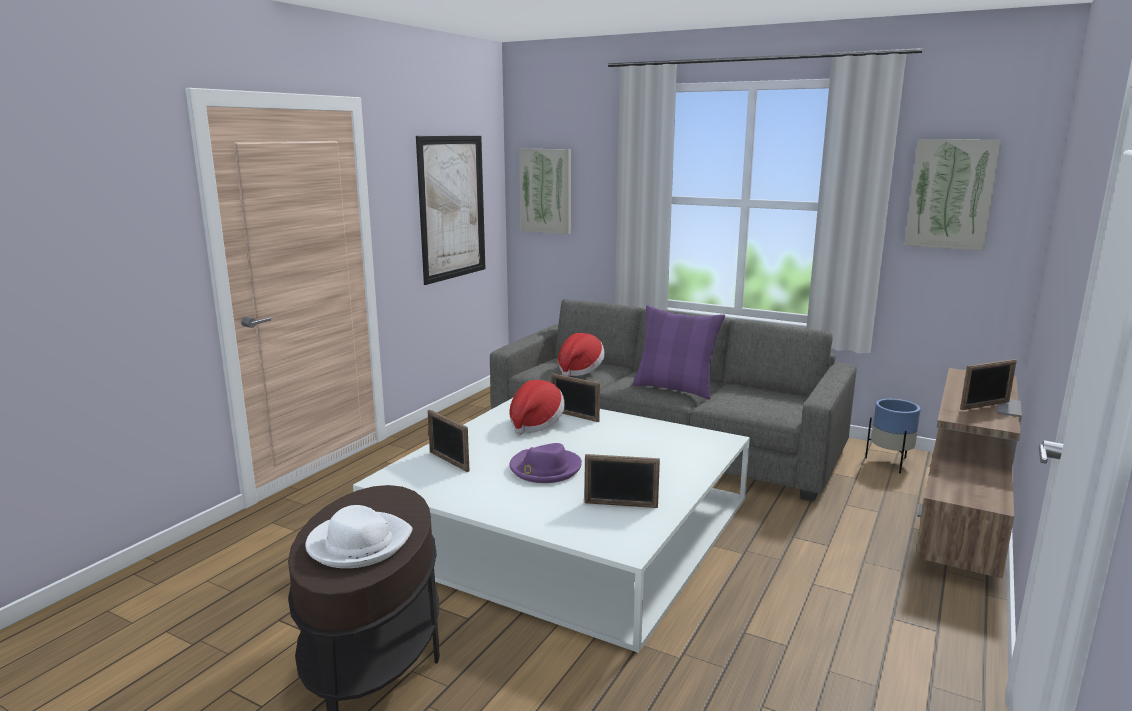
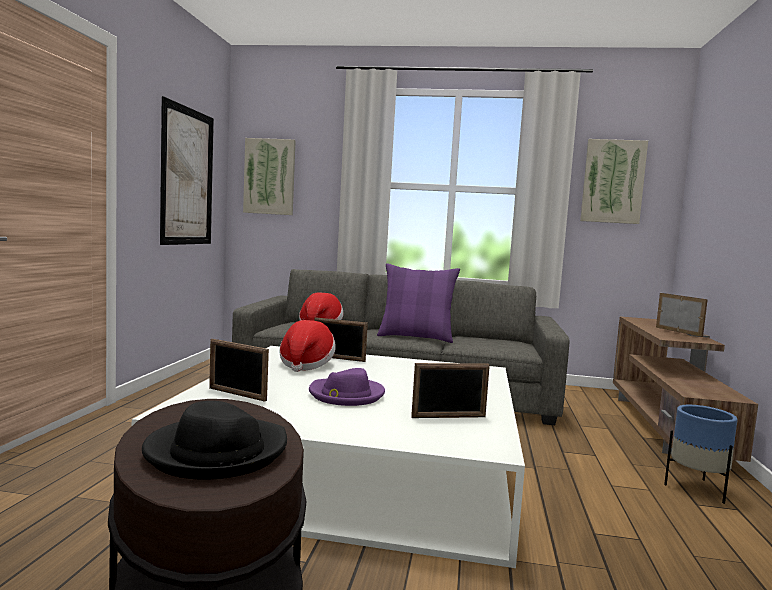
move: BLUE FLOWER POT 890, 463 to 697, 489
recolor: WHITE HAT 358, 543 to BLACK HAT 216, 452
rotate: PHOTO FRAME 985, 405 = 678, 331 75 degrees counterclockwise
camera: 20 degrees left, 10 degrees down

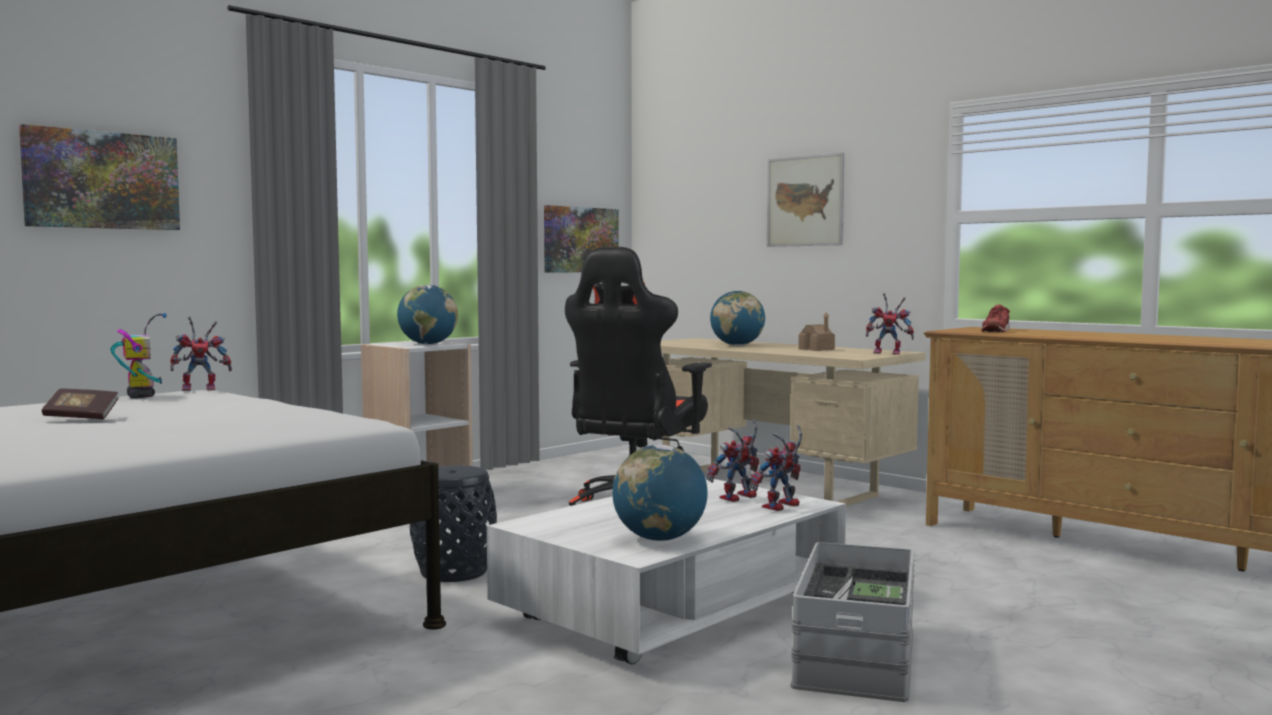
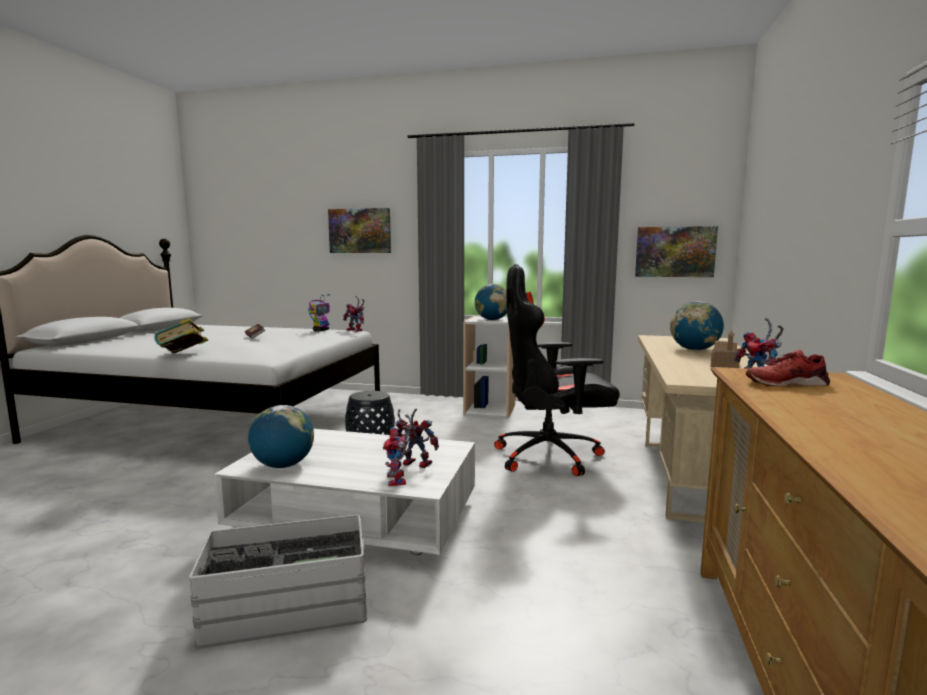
delete: WALL PICTURE 805, 201
insert: BOUND BOOK 183, 355
rotate: TOY ROBOT 780, 507 = 399, 481 120 degrees counterclockwise
camera: 60 degrees right, 5 degrees up

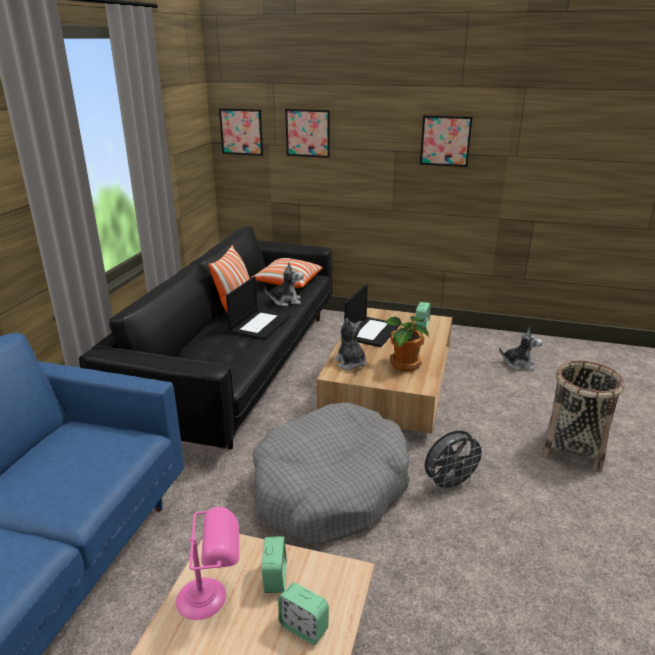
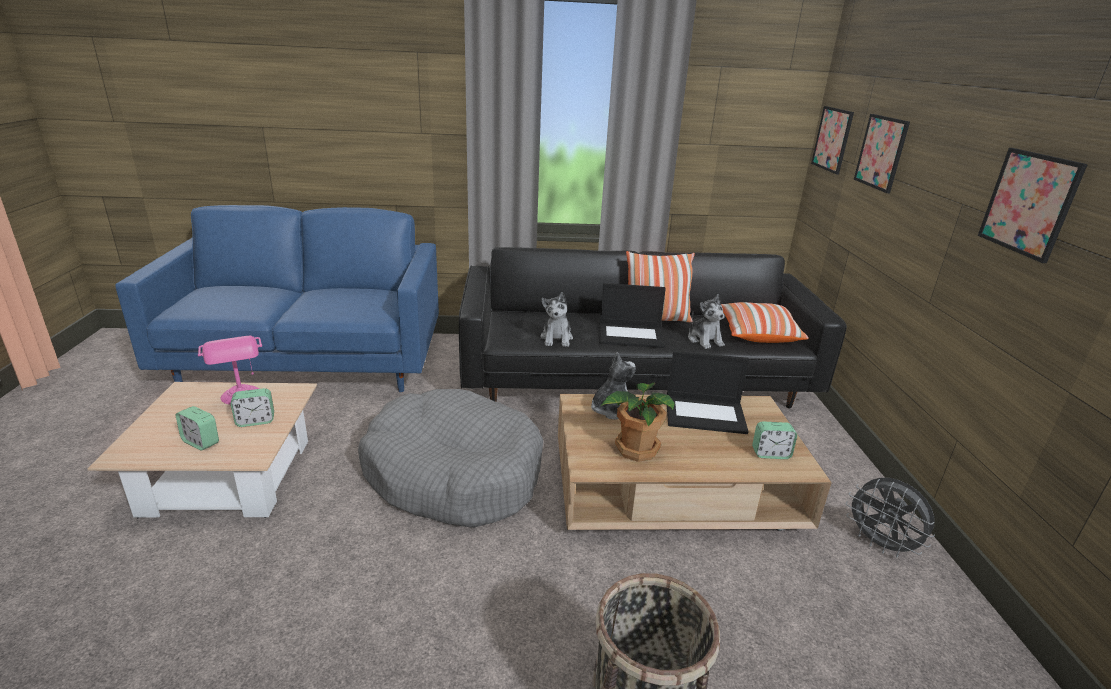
move: SOFT TOY 519, 364 to 556, 338; GREY FAN 450, 485 to 881, 544
rotate: BEDSIDE CLOCK 303, 627 = 201, 442 75 degrees counterclockwise
camera: 70 degrees right, 0 degrees up

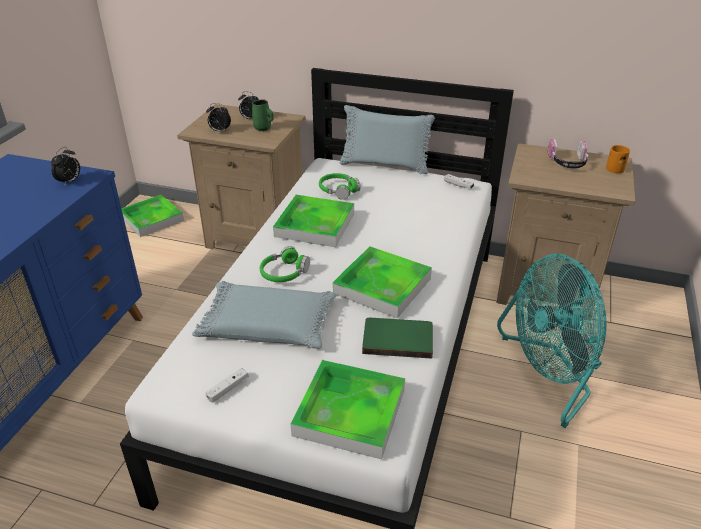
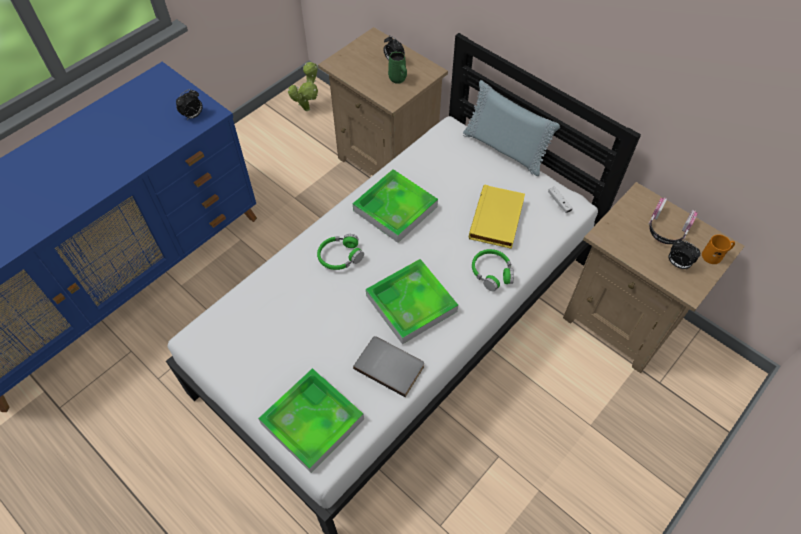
delete: TURQUOISE-COLOURED FAN 552, 371; BLUE THROW PILLOW 267, 322; WHITE JOYPAD 227, 389
insert: YELLOW-COLOURED BOUND BOOK 498, 220
move: BEDSIDE CLOCK 219, 131 to 677, 264; GREEN PAIR OF HEADPHONES 338, 190 to 492, 272
replace: CARRYING TRAY 151, 219 to PLANT IN A POT 308, 107
recolor: GREEN BOUND BOOK 397, 338 to GREY BOUND BOOK 390, 365
camera: 25 degrees right, 20 degrees up

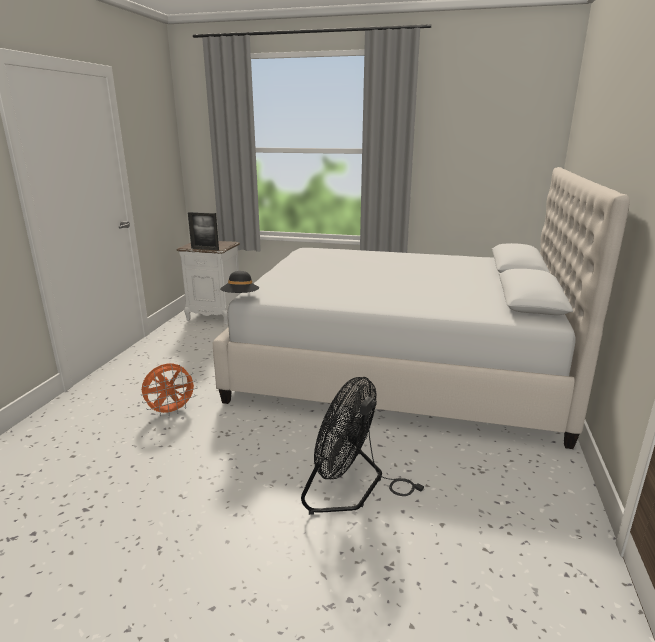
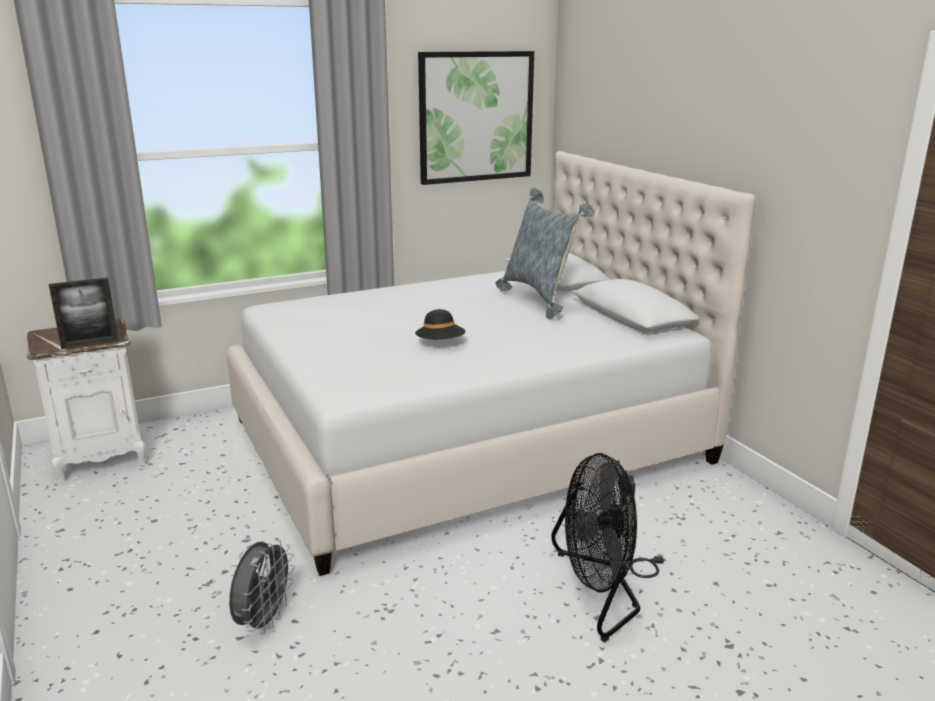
insert: WALL PICTURE 476, 117; THROW PILLOW 541, 303
move: BLACK HAT 240, 297 to 440, 344
recolor: ORANGE FAN 171, 411 to GREY FAN 264, 621
camera: 40 degrees left, 0 degrees up

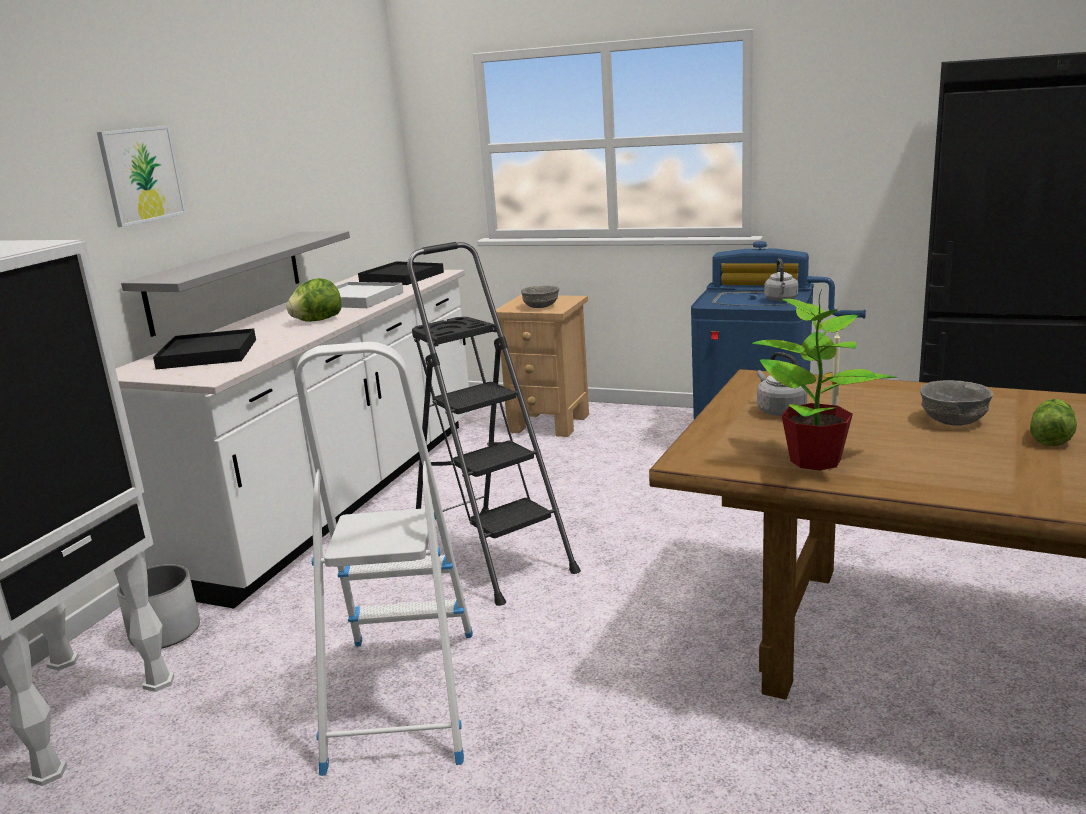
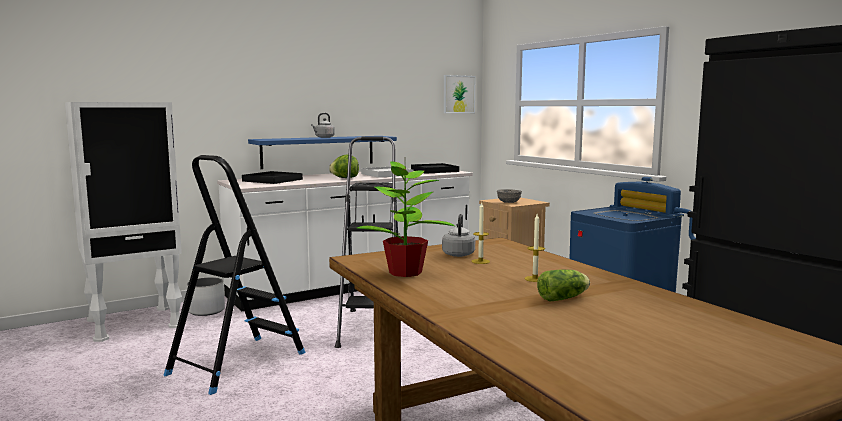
move: WALL PICTURE 141, 175 to 458, 94; GREY WATER KETTLE 781, 300 to 324, 137
replace: GREY SERVING BOWL 954, 420 to WAX CANDLE 535, 279
recolor: GREY SHELF 227, 280 to BLUE SHELF 318, 151; WHITE STEP LADDER 404, 693 to BLACK STEP LADDER 239, 363
camera: 35 degrees right, 10 degrees down

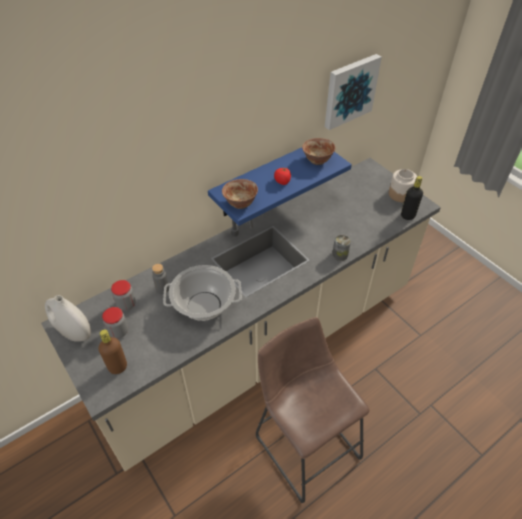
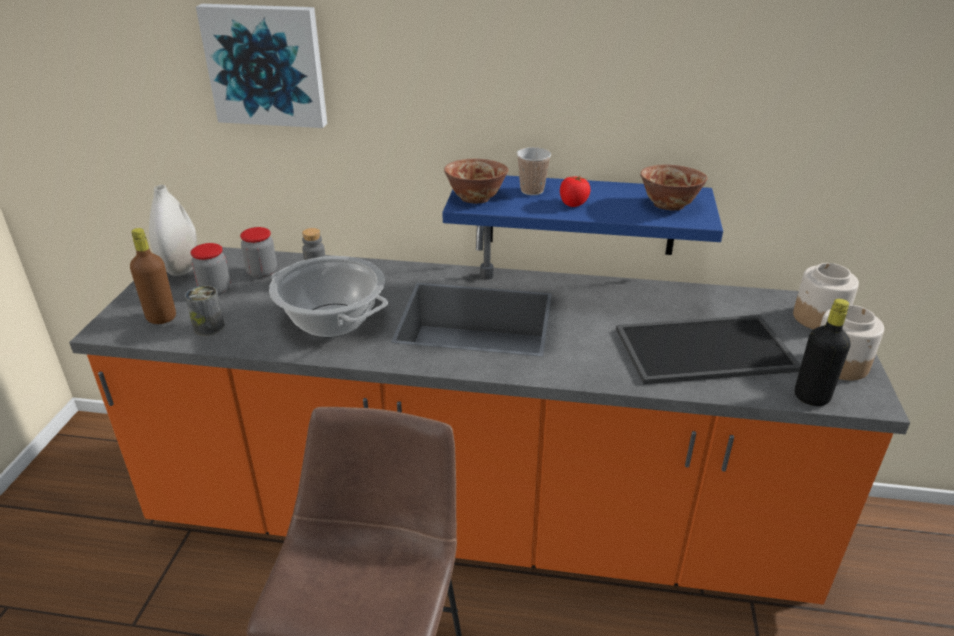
insert: CUP 532, 190; STORAGE JAR 818, 317; CARRYING TRAY 705, 348
move: WALL PICTURE 349, 91 to 266, 65; METAL CAN 340, 255 to 209, 327
recolor: BEIGE KITCHEN COUNTER 261, 345 to ORANGE KITCHEN COUNTER 477, 520
camera: 45 degrees right, 15 degrees down

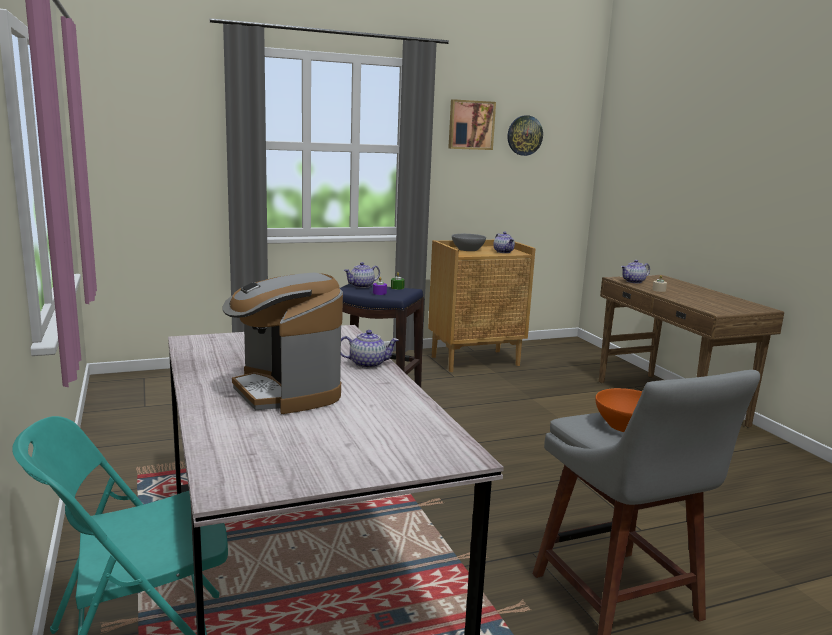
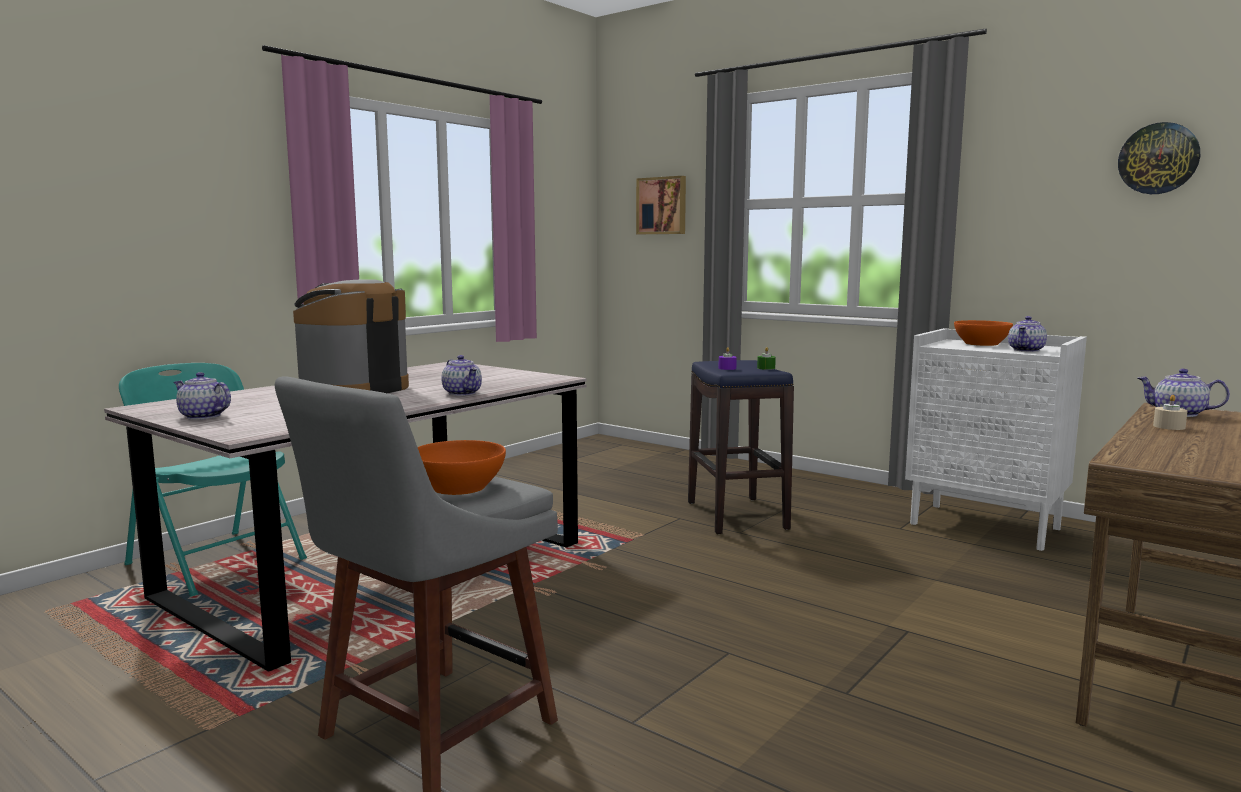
move: WALL PICTURE 471, 125 to 662, 206; POT FOR TEA 361, 286 to 202, 416
recolor: GREY SERVING BOWL 468, 249 to ORANGE SERVING BOWL 981, 344; BROWNISH STORAGE CABINET 476, 361 to WHITE STORAGE CABINET 985, 526
camera: 60 degrees right, 5 degrees down

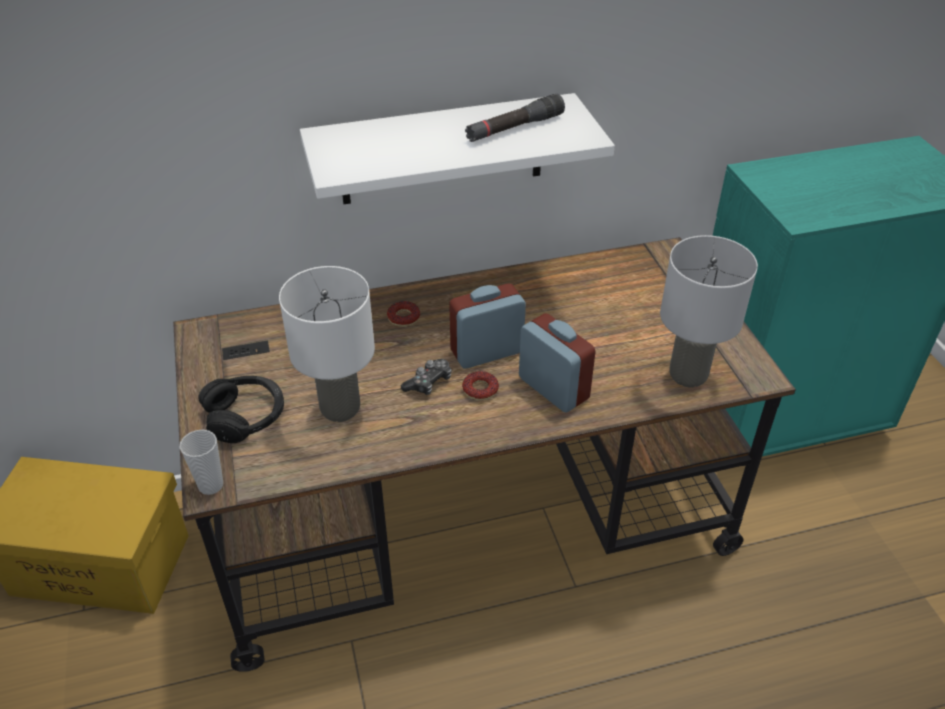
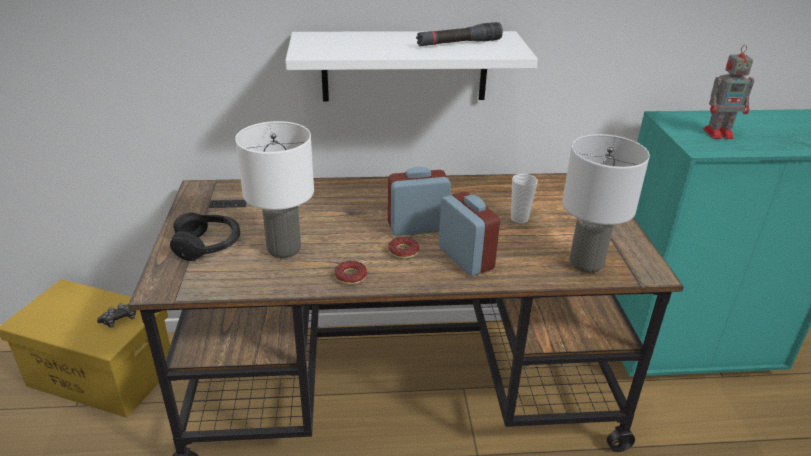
insert: TOY ROBOT 719, 133
move: RING DOUGHNUT 403, 317 to 351, 276; JOYPAD 428, 383 to 120, 319; CUP 211, 485 to 519, 219
camera: 10 degrees right, 10 degrees down

